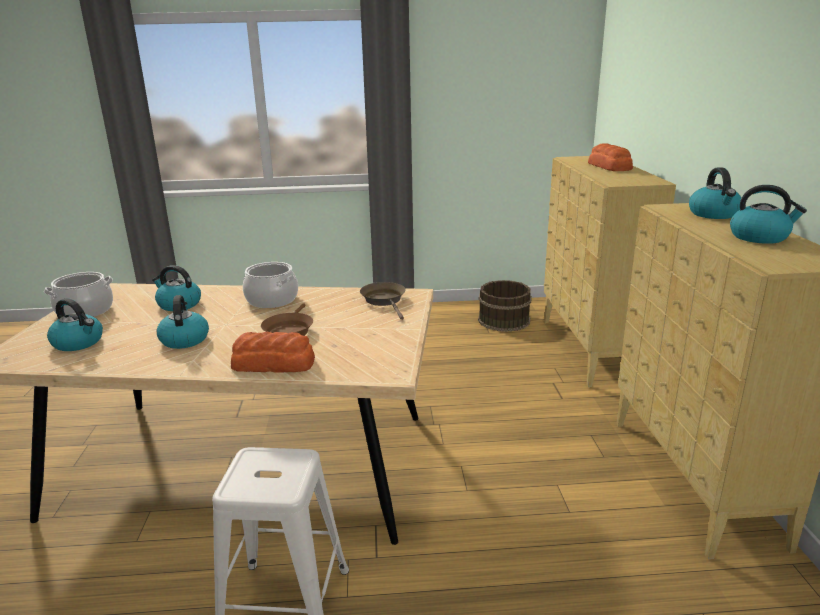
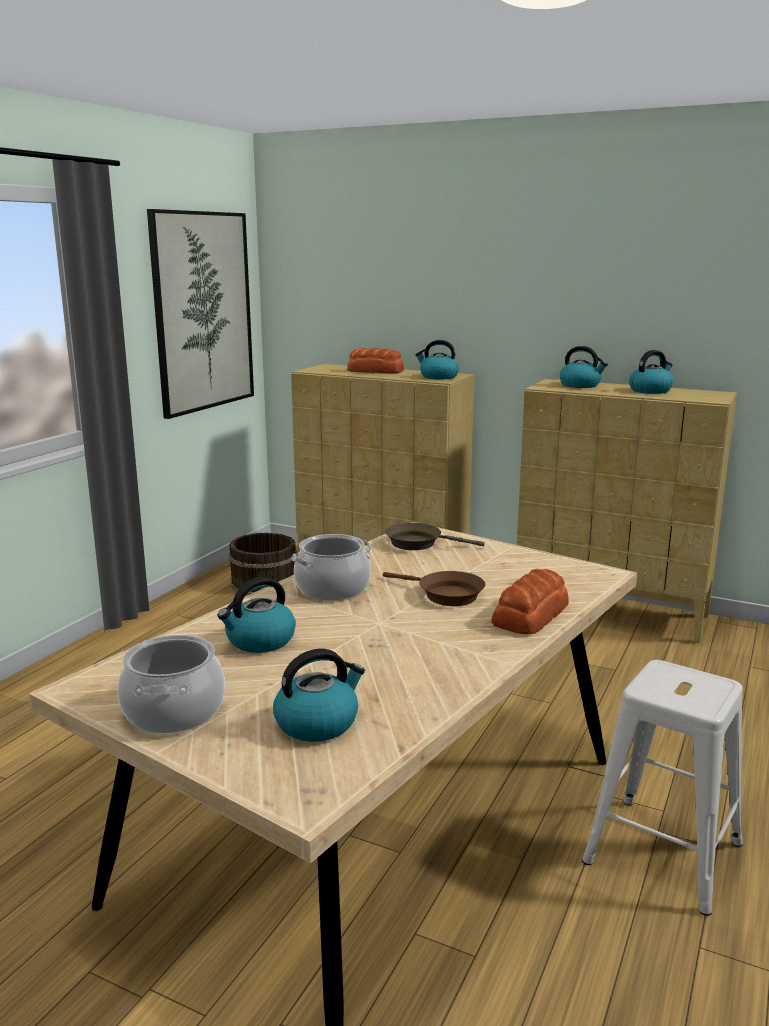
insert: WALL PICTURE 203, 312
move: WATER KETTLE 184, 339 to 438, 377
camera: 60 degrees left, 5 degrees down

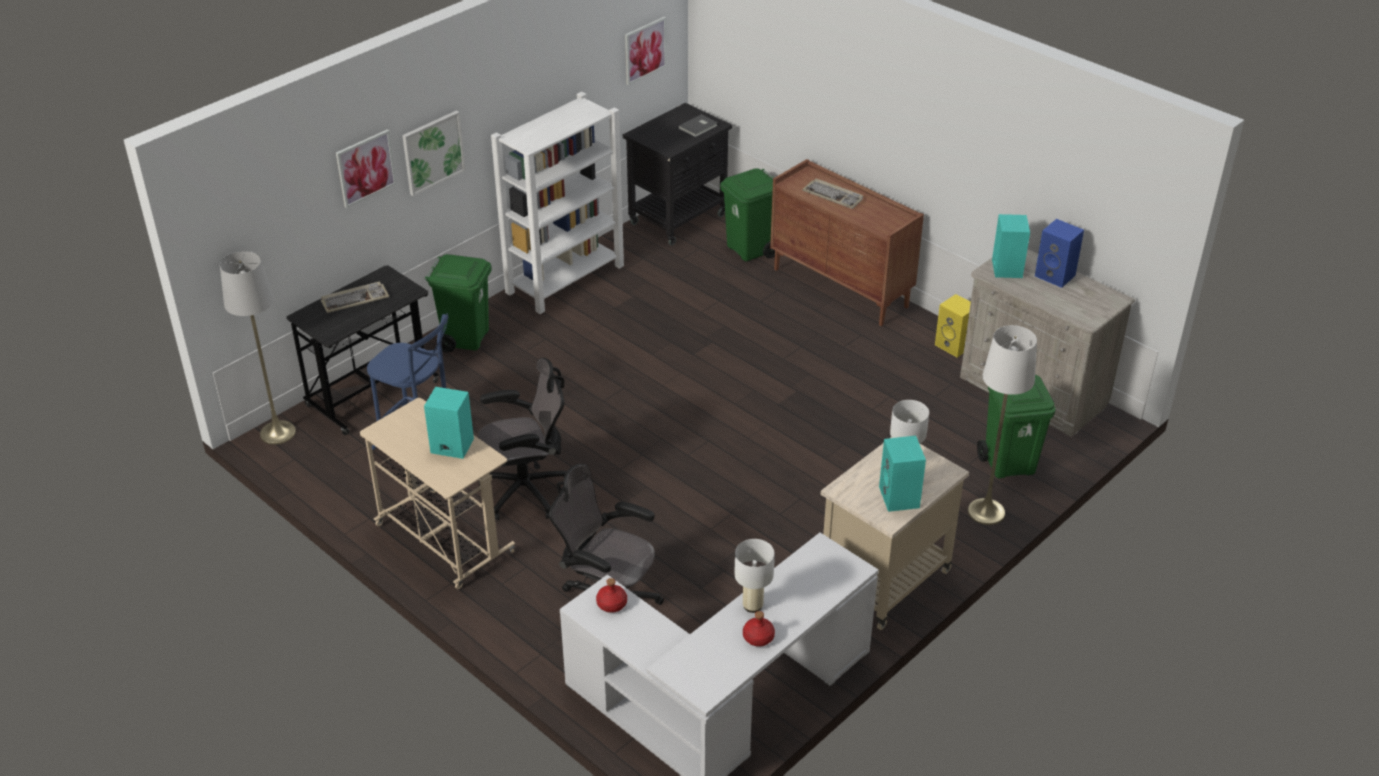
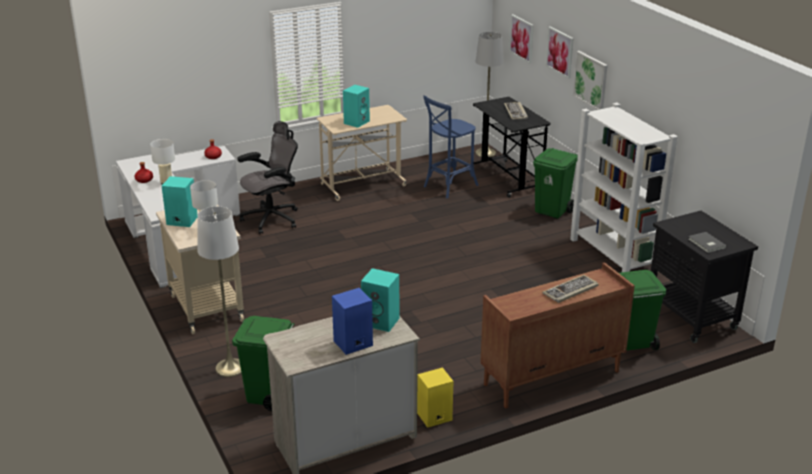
delete: OFFICE CHAIR 526, 491
move: WALL PICTURE 645, 50 to 522, 38
camera: 110 degrees right, 10 degrees down

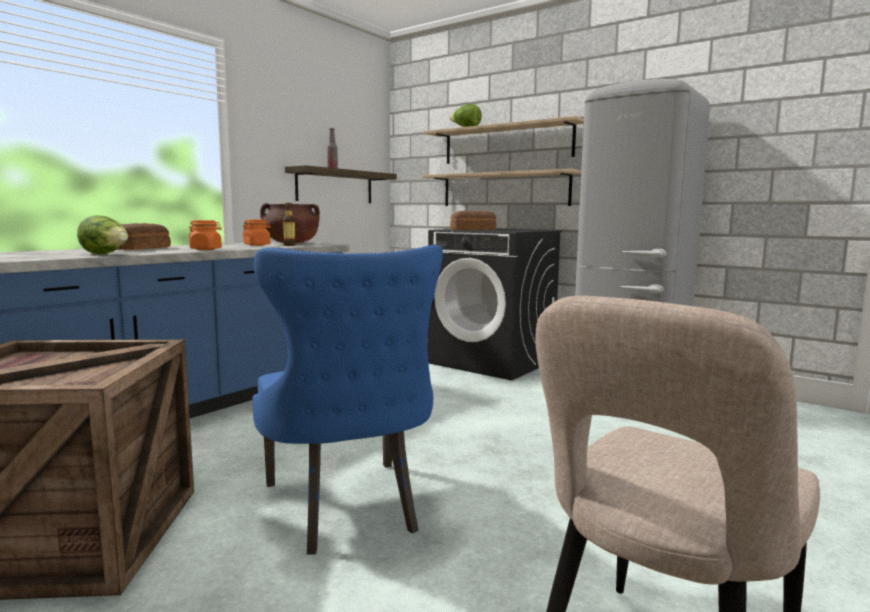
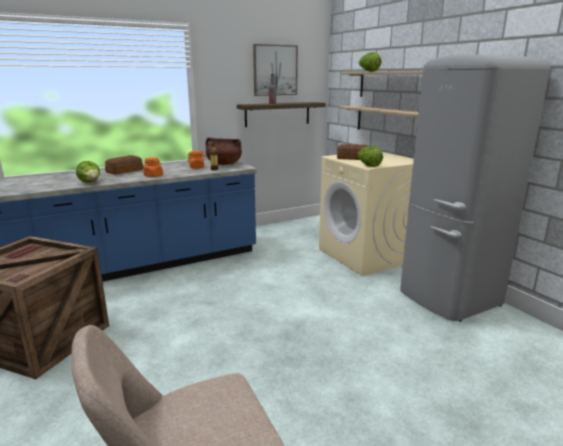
delete: BLUE UPRIGHT CHAIR 347, 507
insert: WALL PICTURE 275, 70; LETTUCE 368, 166
recolor: BLACK WASHING MACHINE 492, 362 to BEIGE WASHING MACHINE 366, 255
camera: 25 degrees right, 10 degrees up

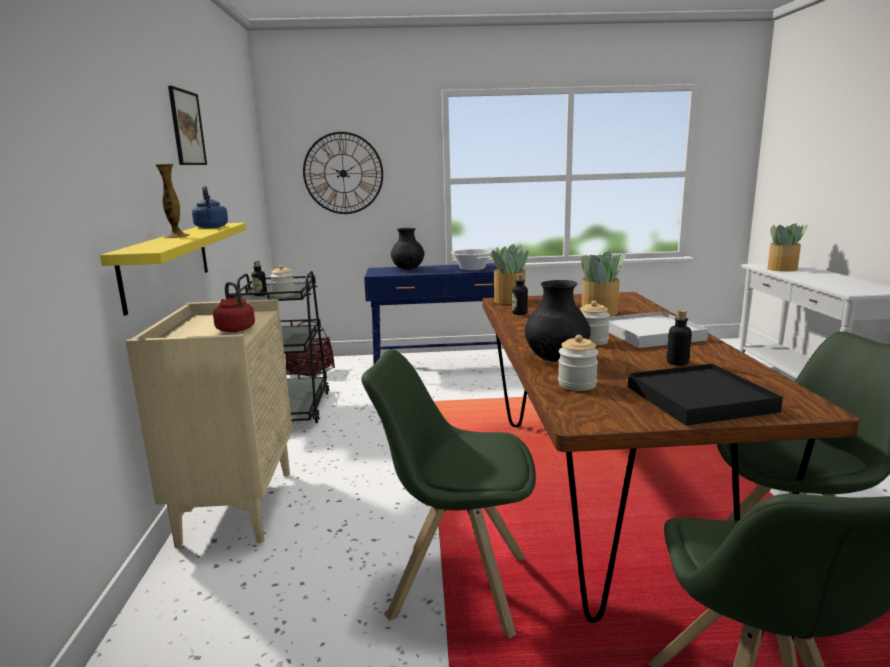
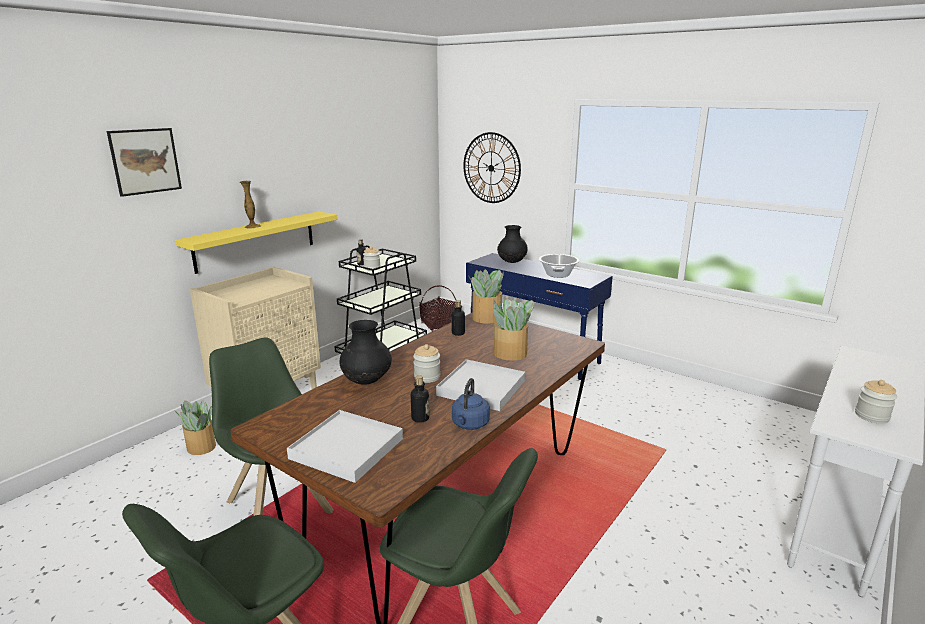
delete: RED-COLOURED WATER KETTLE 234, 329
move: WALL PICTURE 187, 128 to 145, 161; BLUE WATER KETTLE 211, 227 to 469, 424; PLANT IN A POT 783, 269 to 201, 447; STORAGE JAR 577, 384 to 871, 416
recolor: BLACK CARRYING TRAY 699, 399 to WHITE CARRYING TRAY 346, 448
camera: 40 degrees right, 5 degrees up

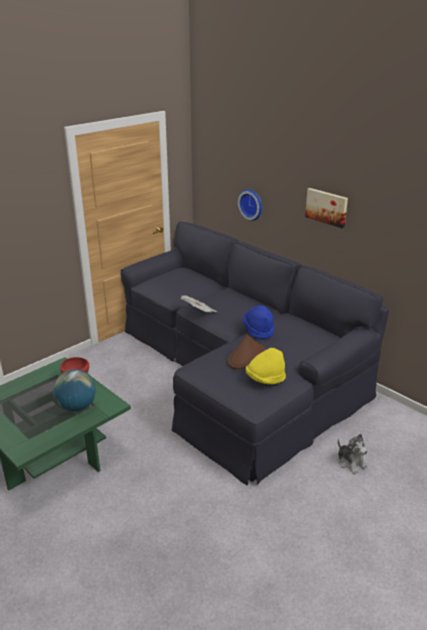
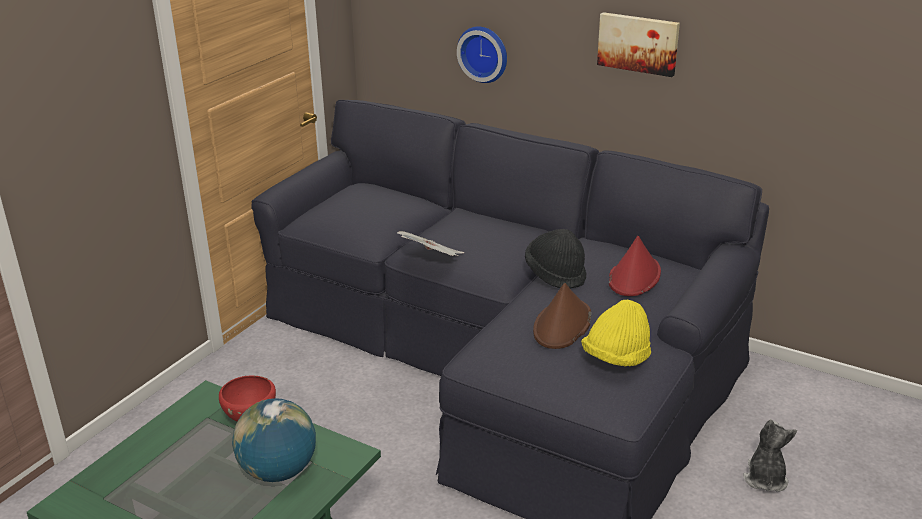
insert: RED-COLOURED HAT 634, 277
recolor: BLUE HAT 258, 330 to BLACK HAT 555, 274
rotate: SOFT TOY 350, 462 = 765, 478 120 degrees counterclockwise
camera: 15 degrees left, 0 degrees up

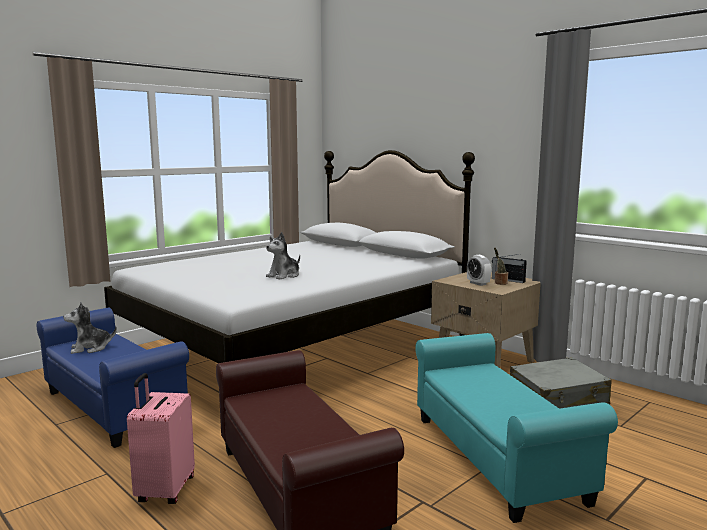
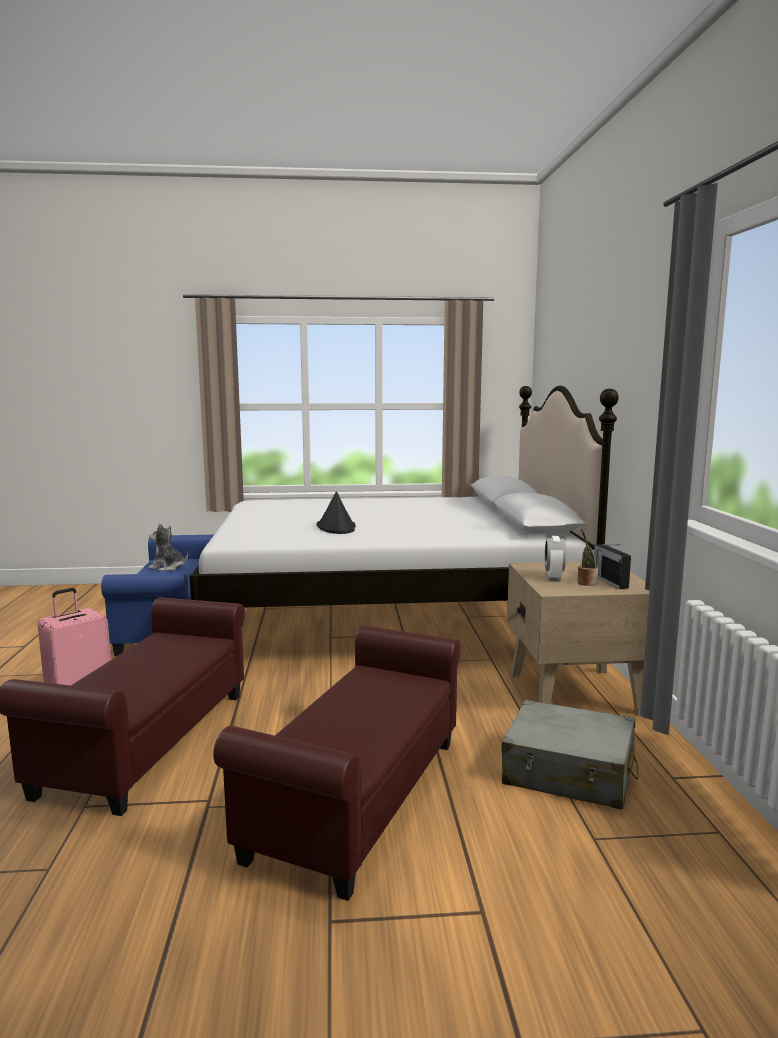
replace: SOFT TOY 284, 276 to BLACK HAT 336, 527
recolor: TURQUOISE-COLOURED POUFFE 496, 457 to BROWNISH POUFFE 358, 797
camera: 40 degrees right, 0 degrees up

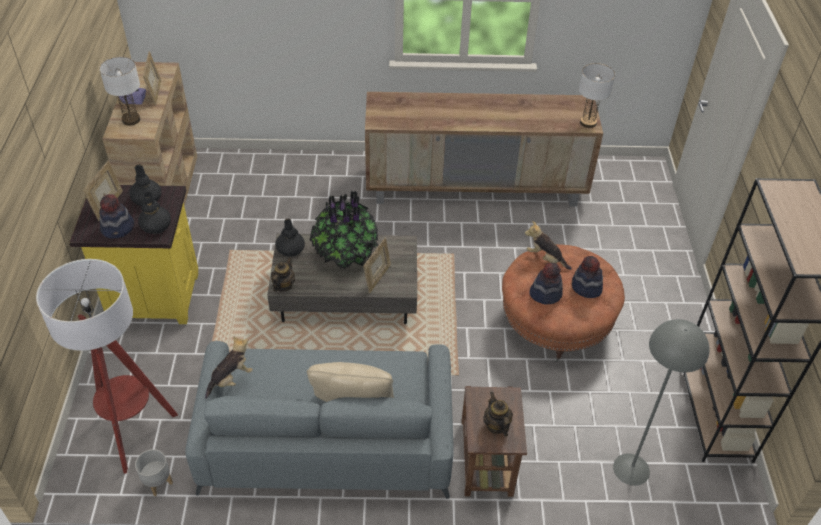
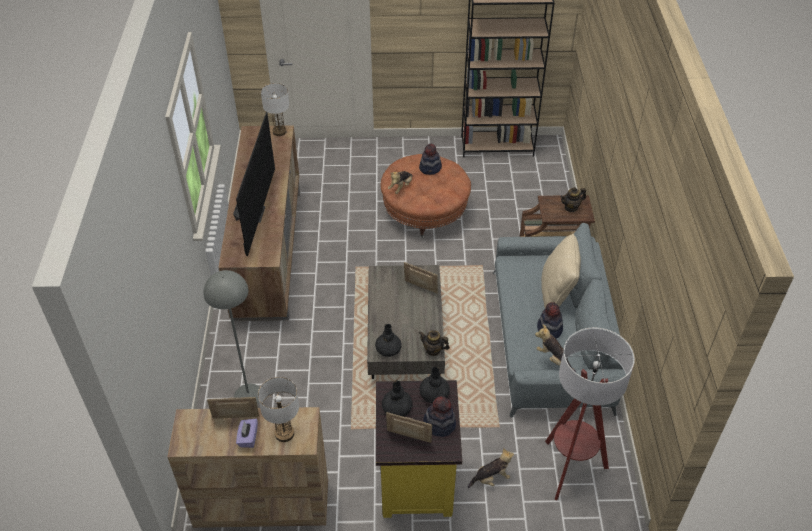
delete: PLANT IN A POT 345, 255; GREY FLOWER POT 157, 483
insert: TV 255, 213; SOFT TOY 491, 478
move: HAT 545, 293 to 549, 329; GREY FLOOR LAMP 631, 469 to 248, 395
camera: 90 degrees left, 0 degrees up

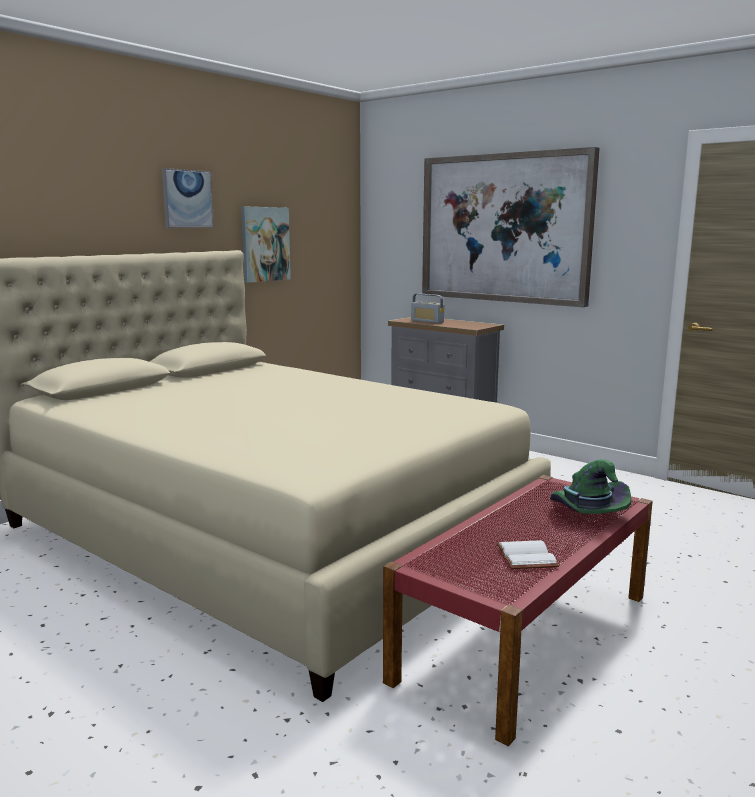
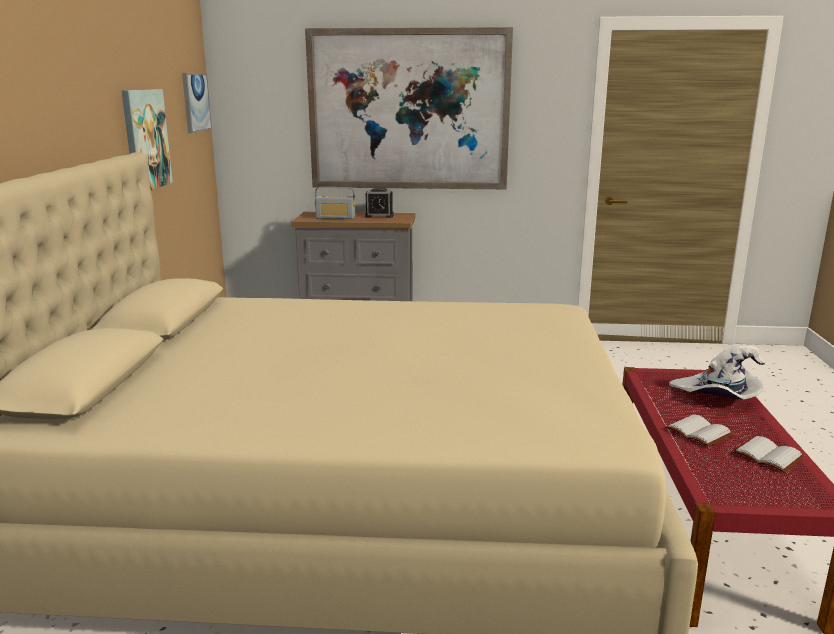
insert: BEDSIDE CLOCK 379, 215; WHITE BOUND BOOK 697, 432
move: WALL PICTURE 187, 199 to 195, 102
recolor: GREEN HAT 585, 511 to WHITE HAT 718, 395
camera: 35 degrees left, 5 degrees up

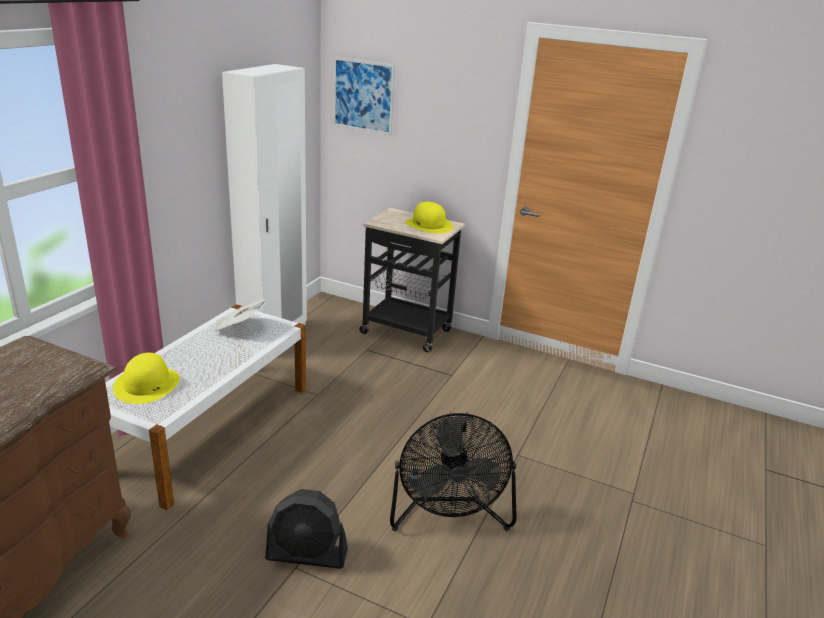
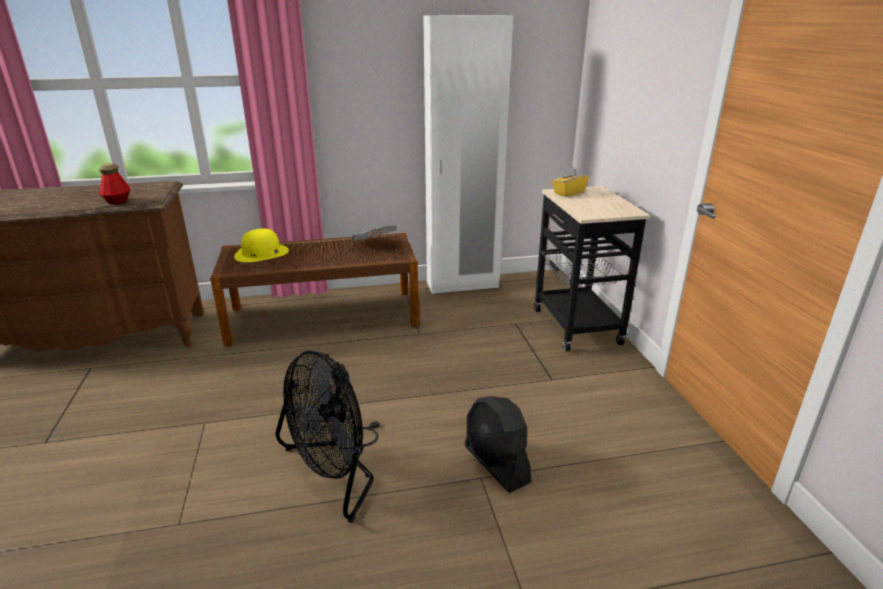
delete: WALL PICTURE 363, 96; YELLOW-COLOURED HAT 429, 225
insert: BOTTLE 117, 201; YELLOW-COLOURED BOX OF TISSUES 568, 193
move: BLACK FAN 307, 555 to 496, 464
recolor: WHITE LONG SEAT 208, 427 to BROWNISH LONG SEAT 323, 316
camera: 55 degrees right, 0 degrees up

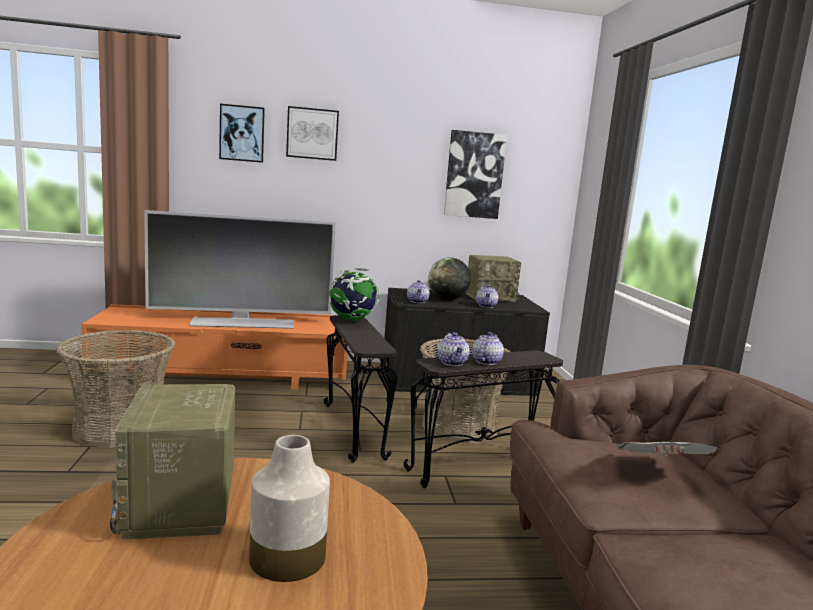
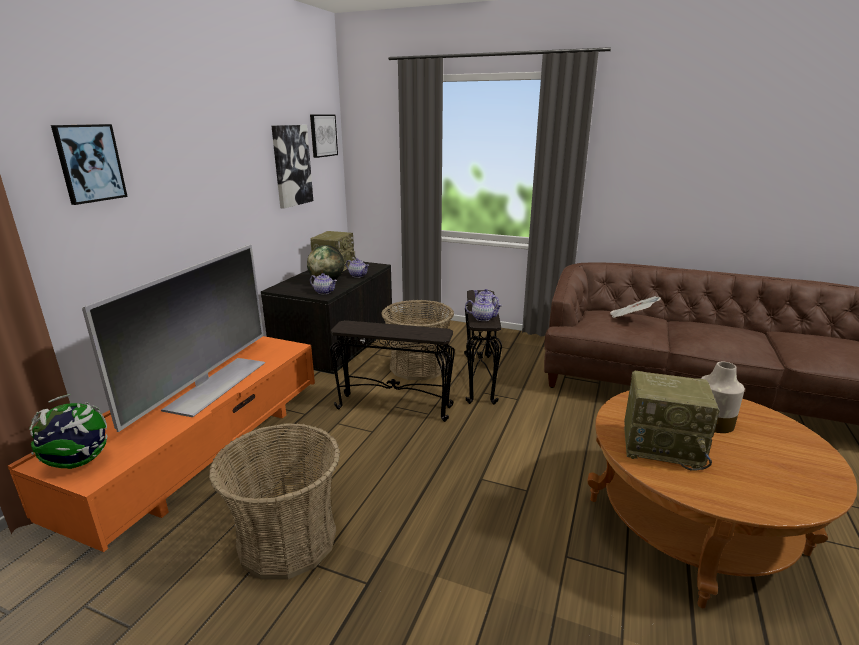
move: WALL PICTURE 312, 134 to 323, 135; GLOBE 351, 320 to 79, 462
camera: 60 degrees left, 10 degrees up

